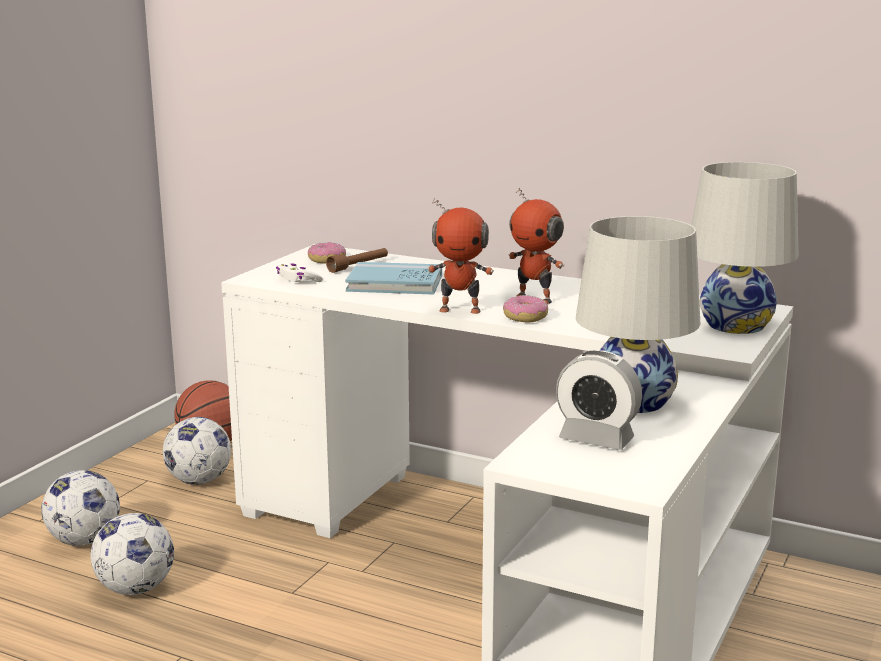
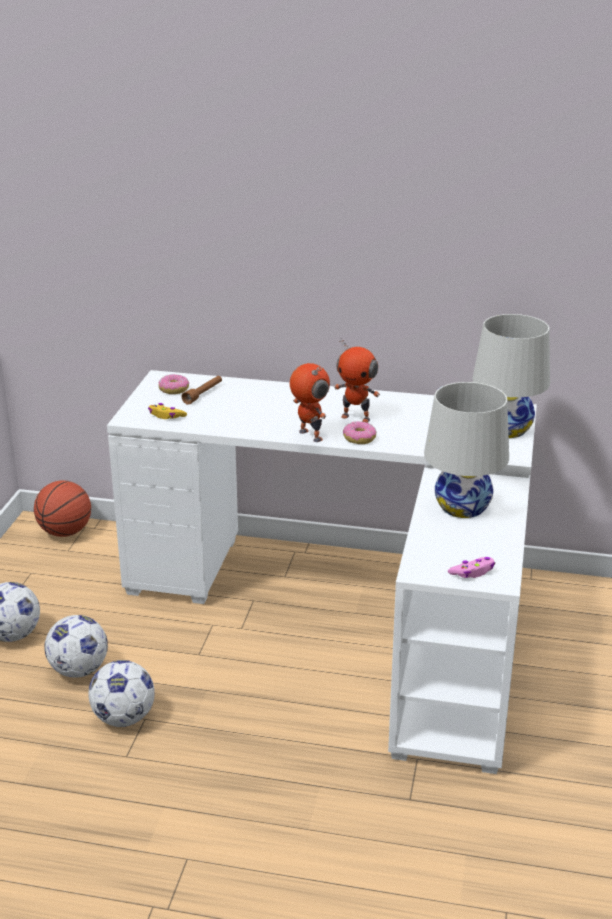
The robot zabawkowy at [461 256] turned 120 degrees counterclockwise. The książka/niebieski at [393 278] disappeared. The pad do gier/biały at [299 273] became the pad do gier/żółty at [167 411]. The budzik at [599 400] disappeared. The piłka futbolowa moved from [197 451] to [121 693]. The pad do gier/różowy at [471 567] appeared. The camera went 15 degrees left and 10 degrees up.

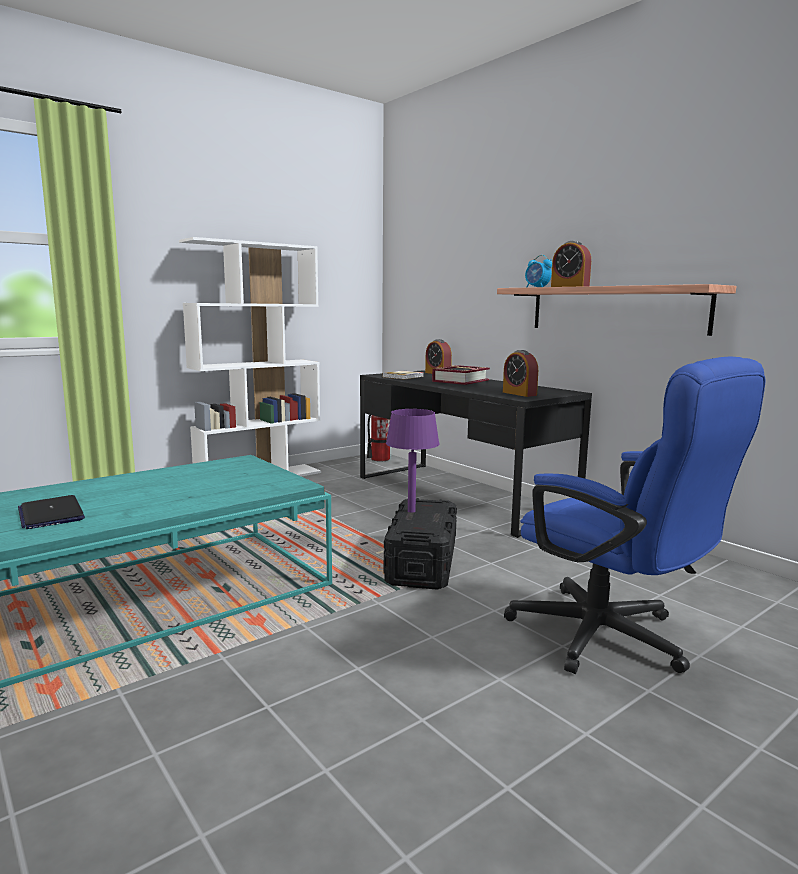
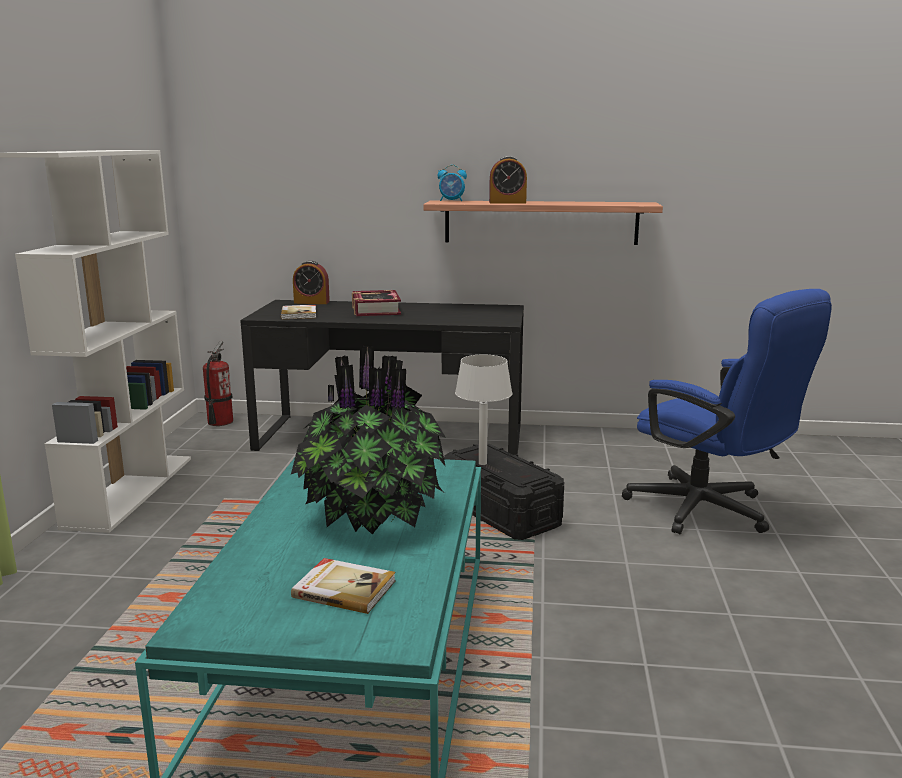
The budzik at [520 373] disappeared. The krzesło biurowe/niebieski at [634 515] turned 45 degrees clockwise. The lampa stołowa/fioletowy at [413 460] became the lampa stołowa/biały at [484 410]. The laptop at [51 512] was replaced by the książka at [343 586]. The roślina doniczkowa at [368 439] appeared. The camera went 45 degrees left and 5 degrees up.

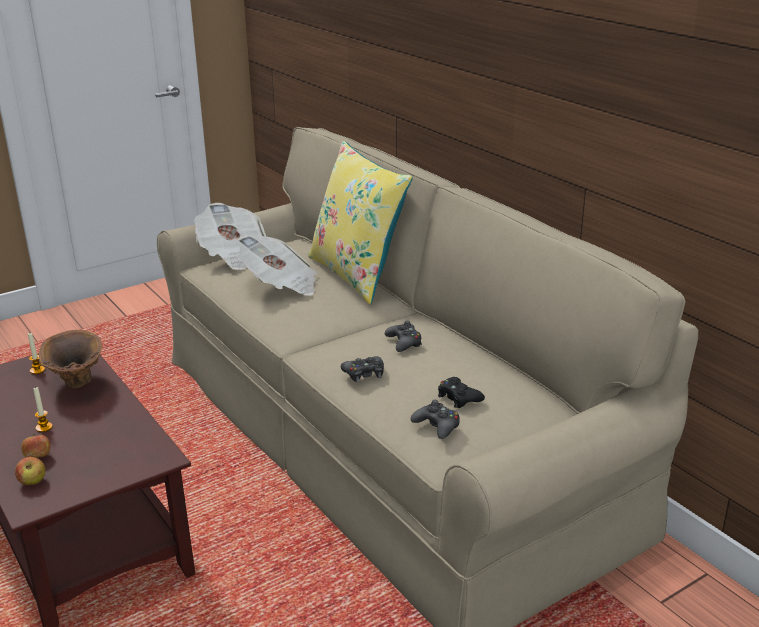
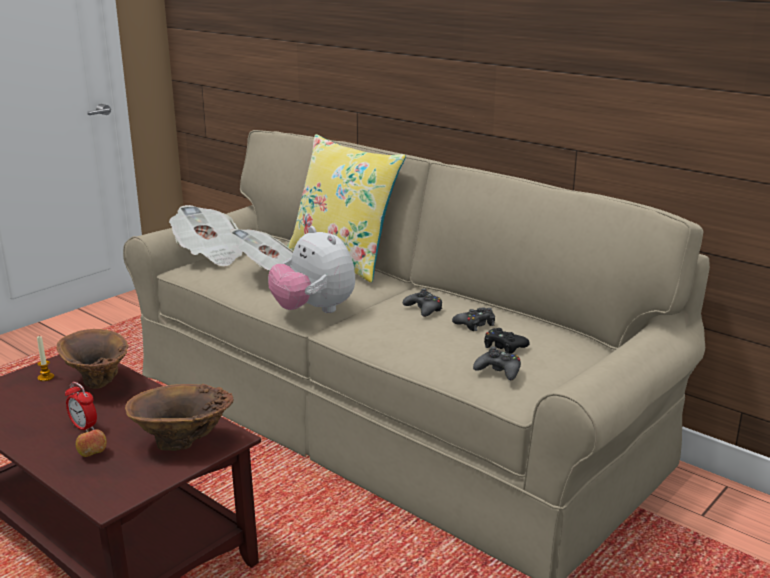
The pad do gier/czarny moved from [362 369] to [473 319]. The świeca at [43 409] was replaced by the budzik at [81 407]. The jabłko at [30 471] disappeared. The pluszak at [311 269] appeared. The wazon/brązowy at [179 417] appeared. The camera went 15 degrees left and 5 degrees down.

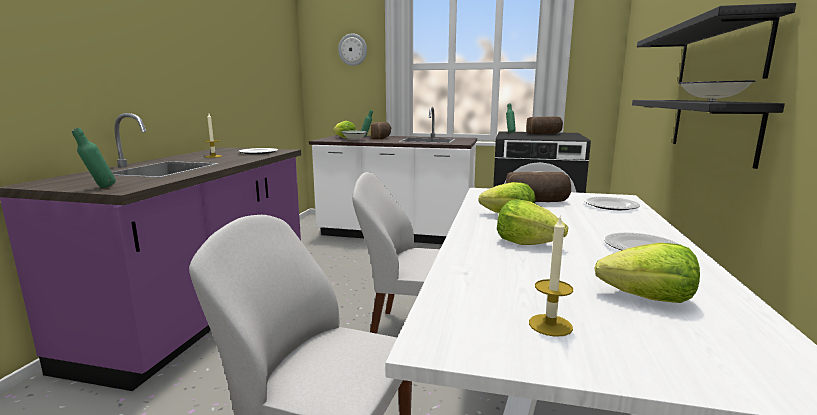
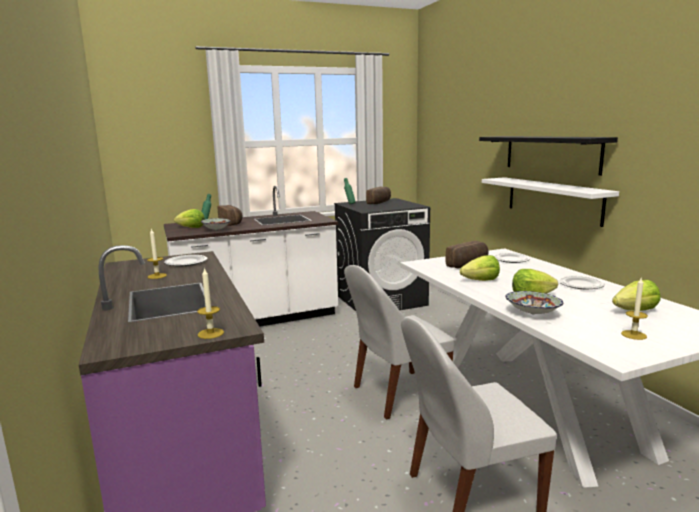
The zegar ścienny at [352 49] disappeared. The miska moved from [716 90] to [534 302]. The półka/czarny at [708 134] became the półka/biały at [550 202]. The butelka/zielony at [94 158] was replaced by the świeca at [210 303]. The camera went 35 degrees left and 0 degrees up.

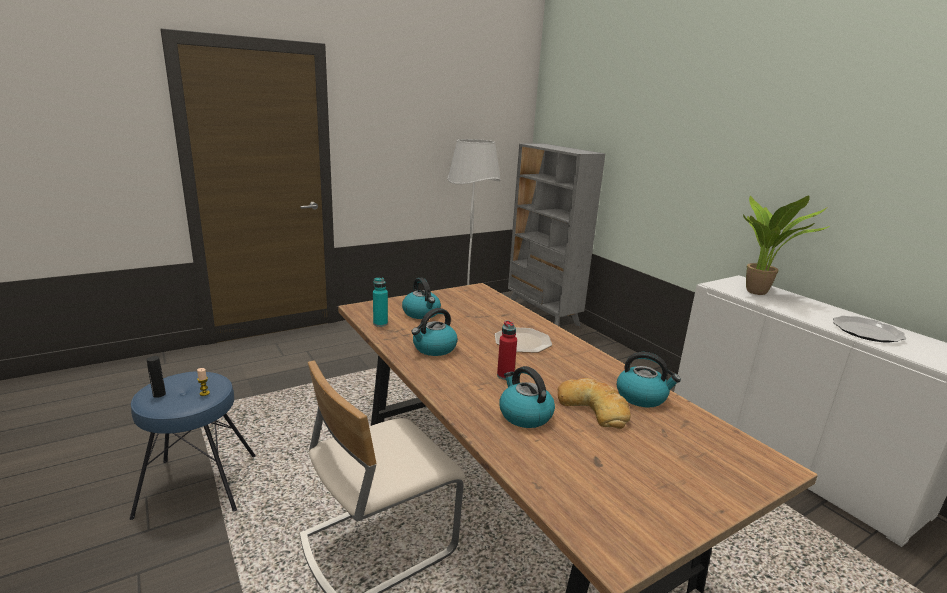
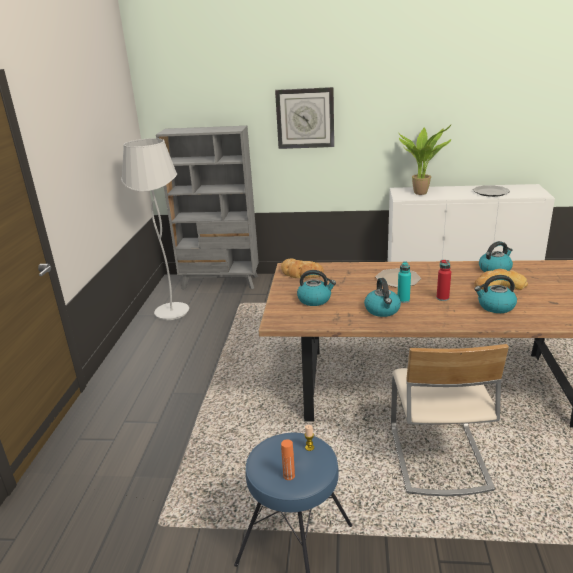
The butelka/turkusowy moved from [380 302] to [404 282]. The butelka/czarny at [156 377] became the butelka/pomarańczowy at [288 459]. The zegar ścienny at [304 118] appeared. The chleb at [302 268] appeared. The camera went 50 degrees left and 5 degrees up.

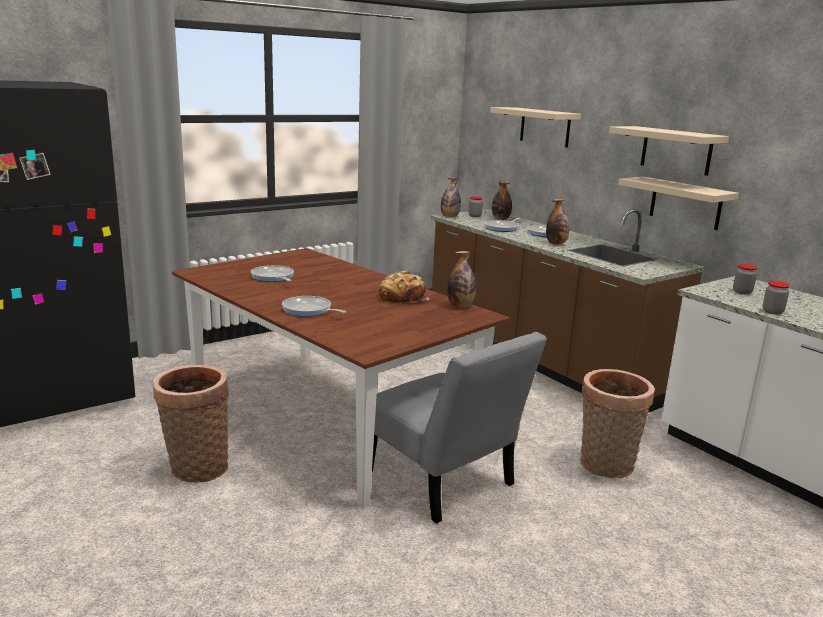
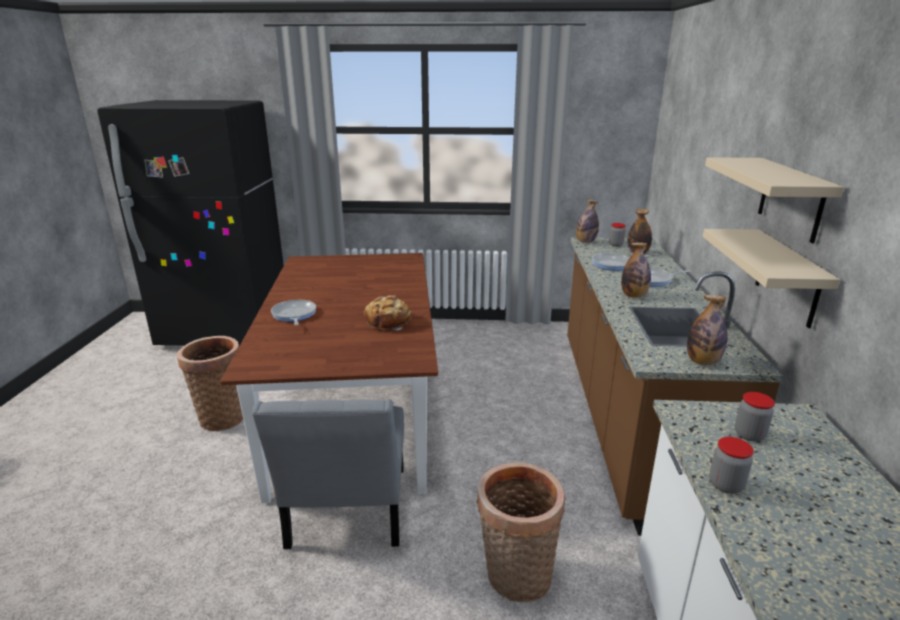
The półka/beżowy at [535 127] disappeared. The butelka moved from [461 279] to [707 330]. The patelnia at [272 273] disappeared. The camera went 40 degrees right and 5 degrees up.

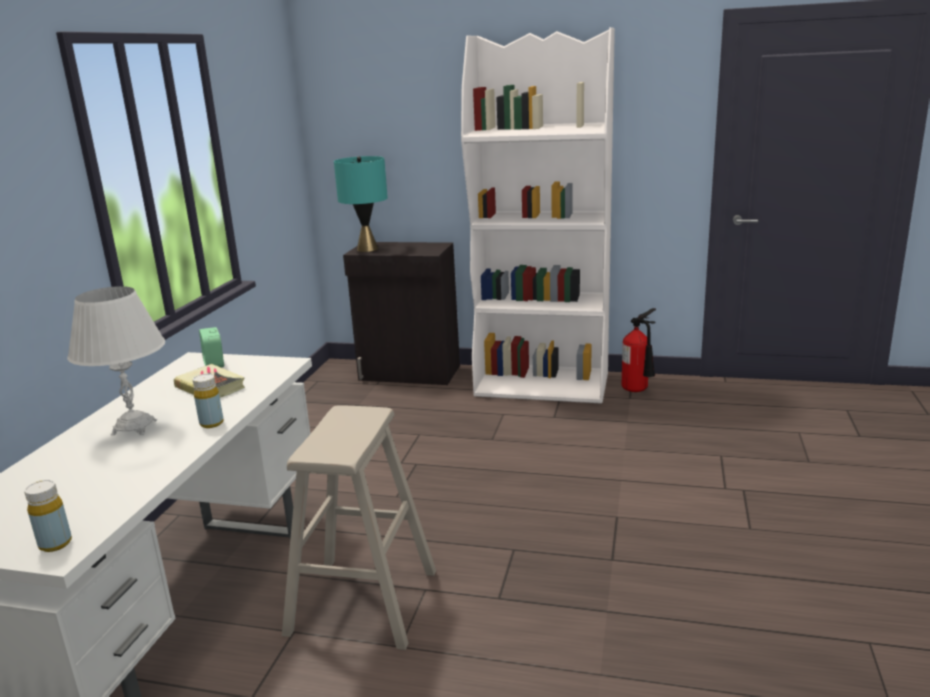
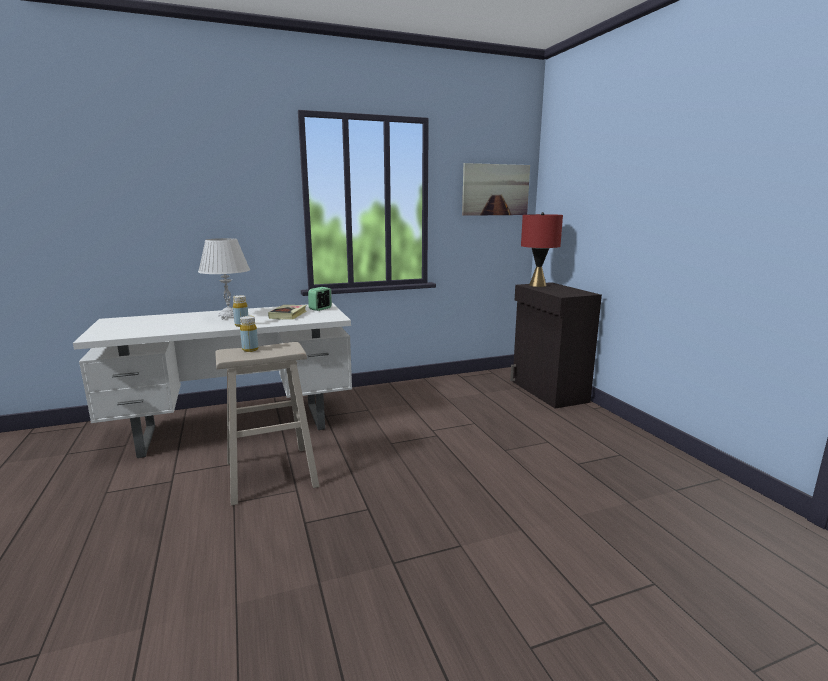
The regał/biały at [538 215] disappeared. The lampa stołowa/turkusowy at [361 204] became the lampa stołowa/czerwony at [542 249]. The gaśnica at [639 350] disappeared. The butelka/żółty moved from [48 516] to [249 334]. The obraz at [496 189] appeared. The camera went 55 degrees right and 5 degrees down.

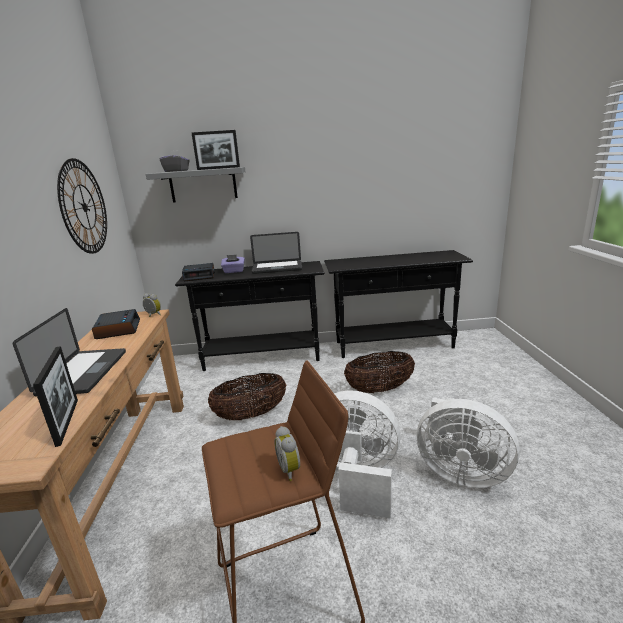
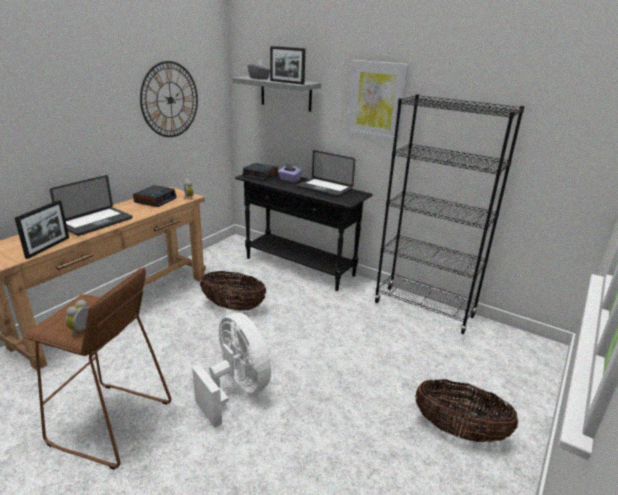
The stolik konsolowy/czarny at [398 304] was replaced by the regał/czarny at [449 214]. The koszyk moved from [379 372] to [467 410]. The wentylator/biały at [468 443] disappeared. The obraz at [378 100] appeared. The camera went 35 degrees right and 5 degrees up.

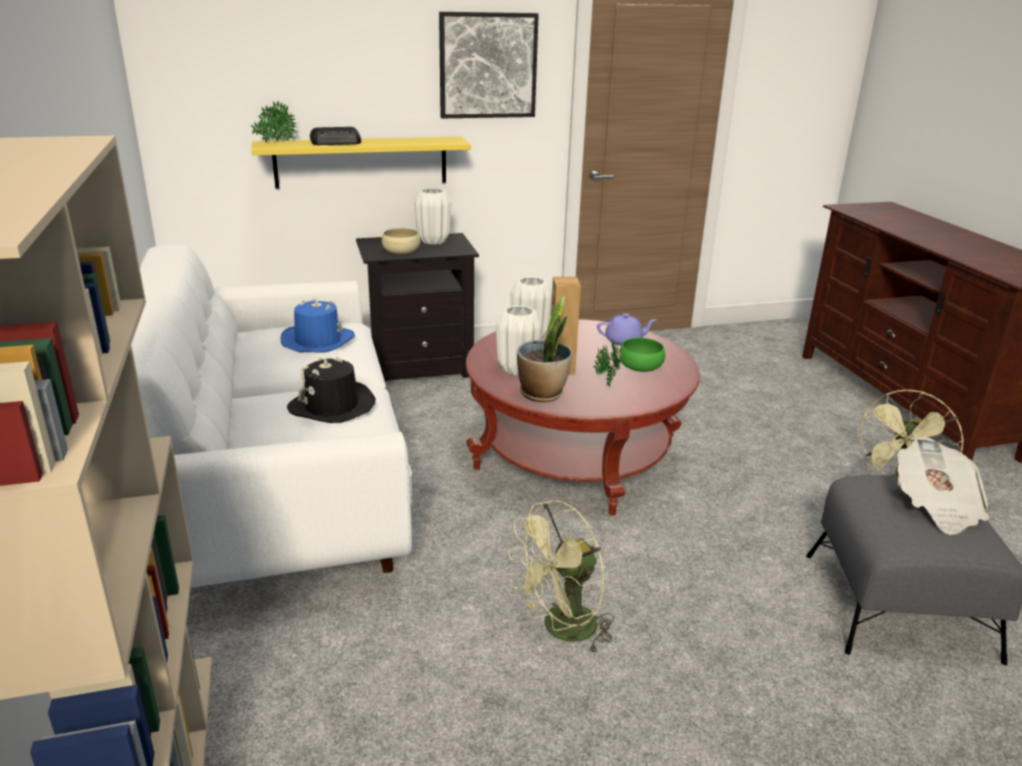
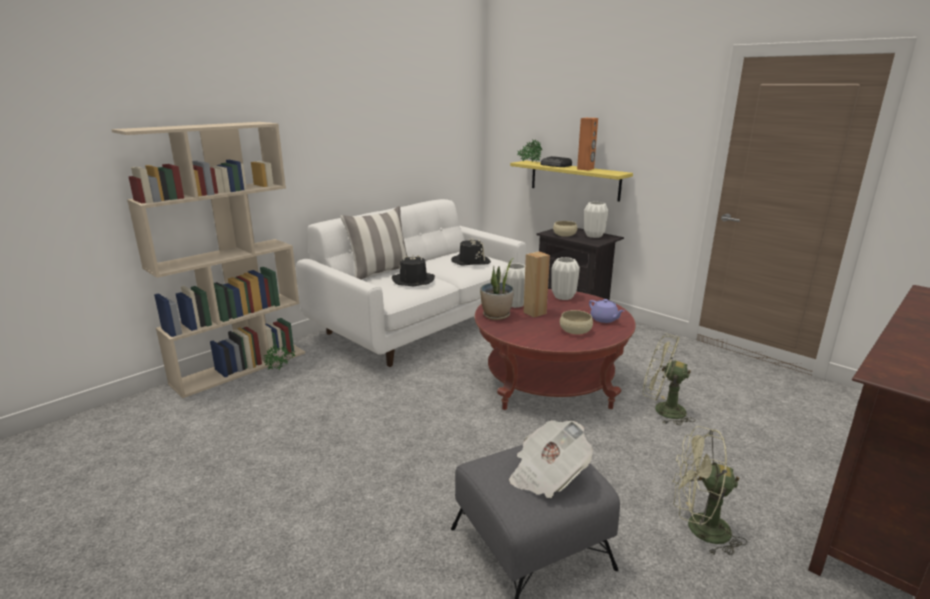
The obraz at [489 65] disappeared. The kapelusz/niebieski at [318 325] became the kapelusz/czarny at [471 252]. The miska/zielony at [642 355] became the miska/beżowy at [576 322]. The roślina doniczkowa moved from [607 363] to [279 357]. The wentylator/zielony moved from [561 577] to [669 379]. The głośnik/pomarańczowy at [587 144] appeared. The poduszka at [373 242] appeared. The camera went 60 degrees right and 5 degrees down.

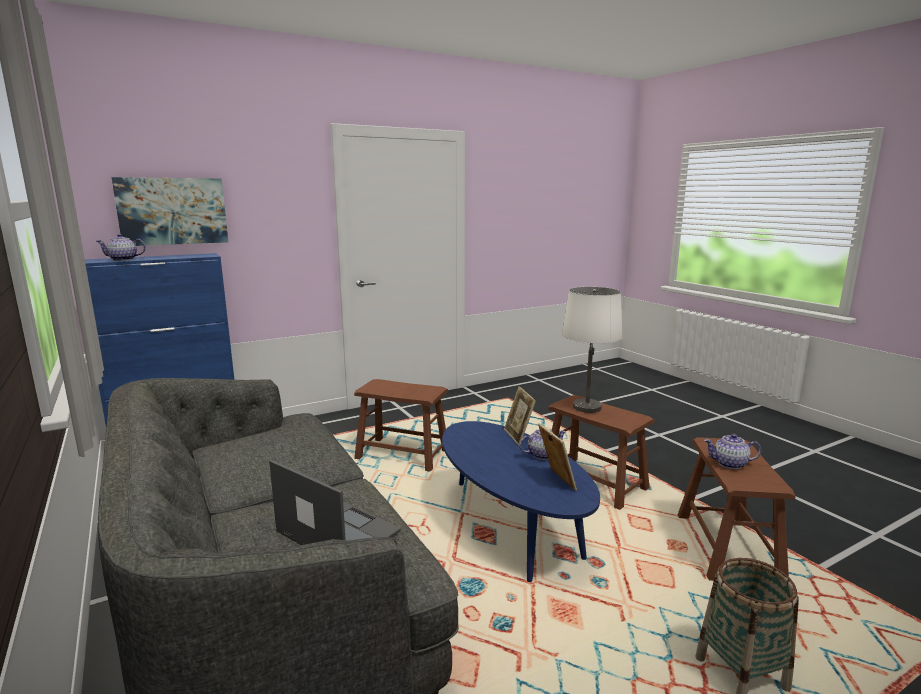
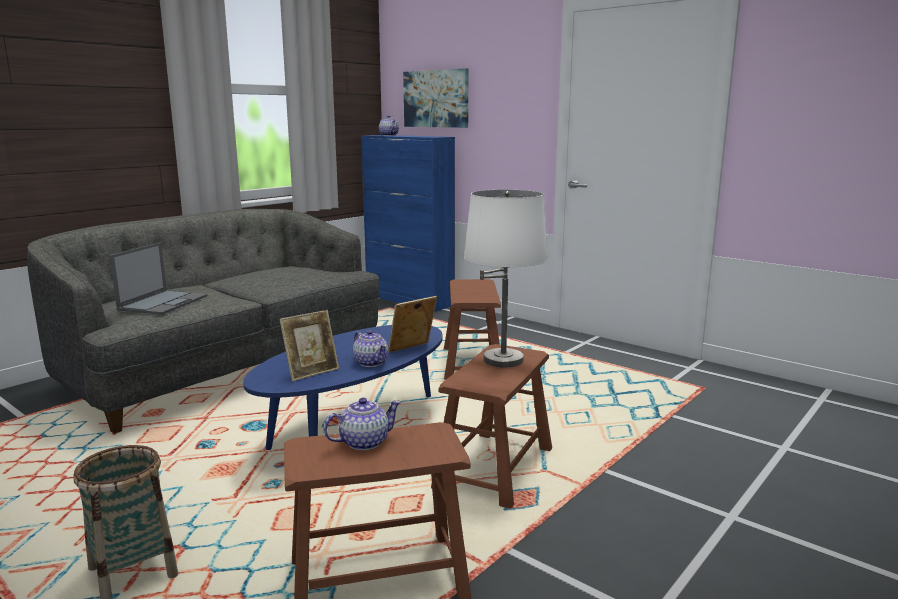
The imbryk at [732 451] turned 75 degrees clockwise. The camera went 70 degrees right and 0 degrees up.

